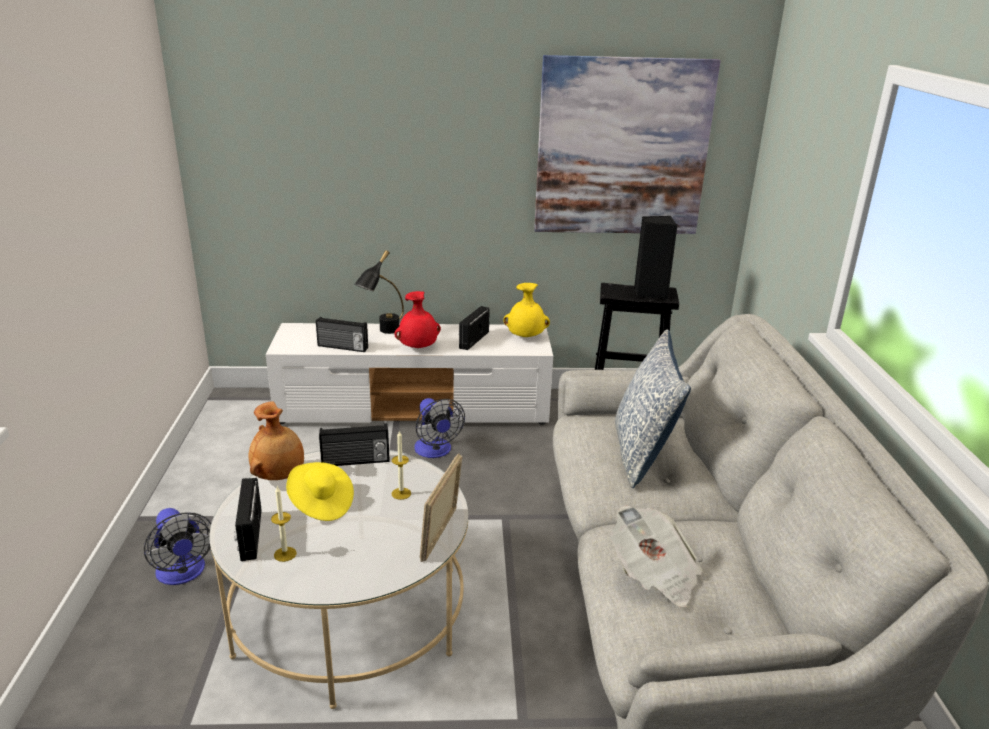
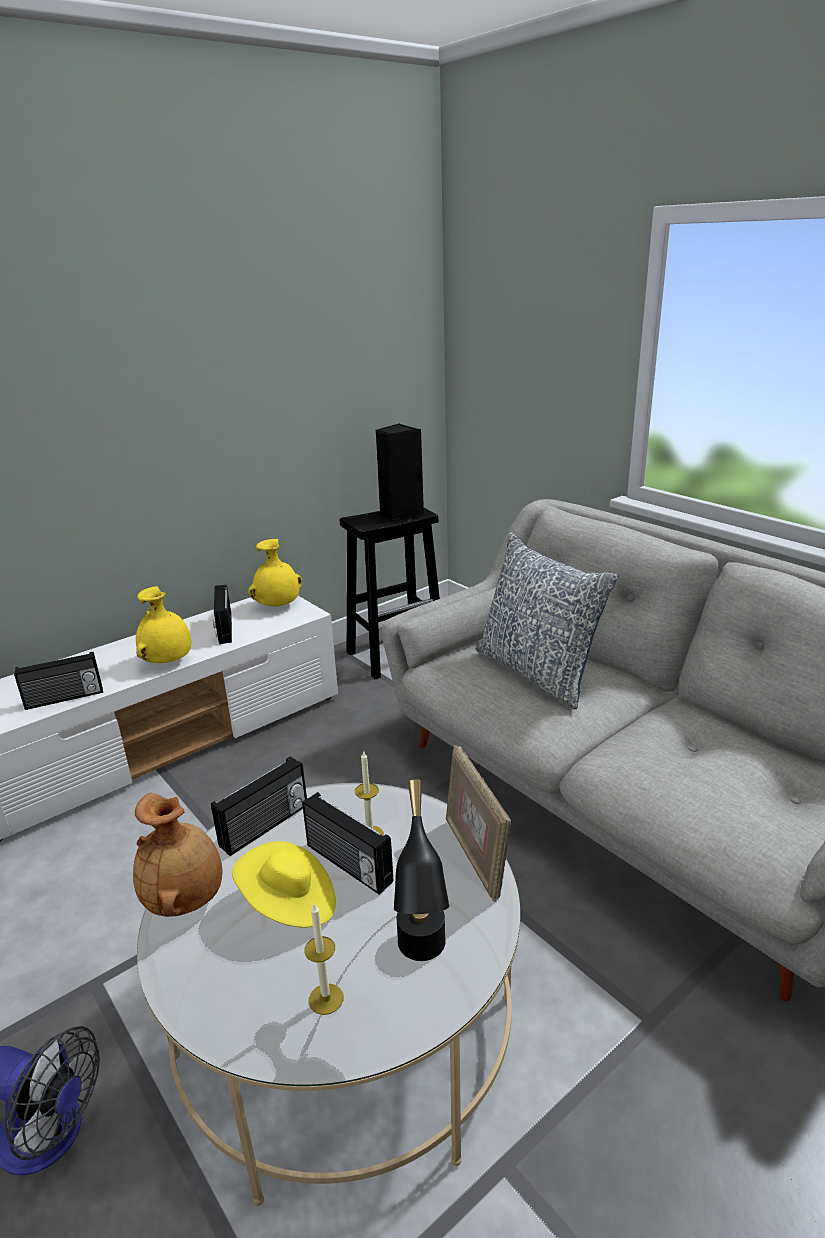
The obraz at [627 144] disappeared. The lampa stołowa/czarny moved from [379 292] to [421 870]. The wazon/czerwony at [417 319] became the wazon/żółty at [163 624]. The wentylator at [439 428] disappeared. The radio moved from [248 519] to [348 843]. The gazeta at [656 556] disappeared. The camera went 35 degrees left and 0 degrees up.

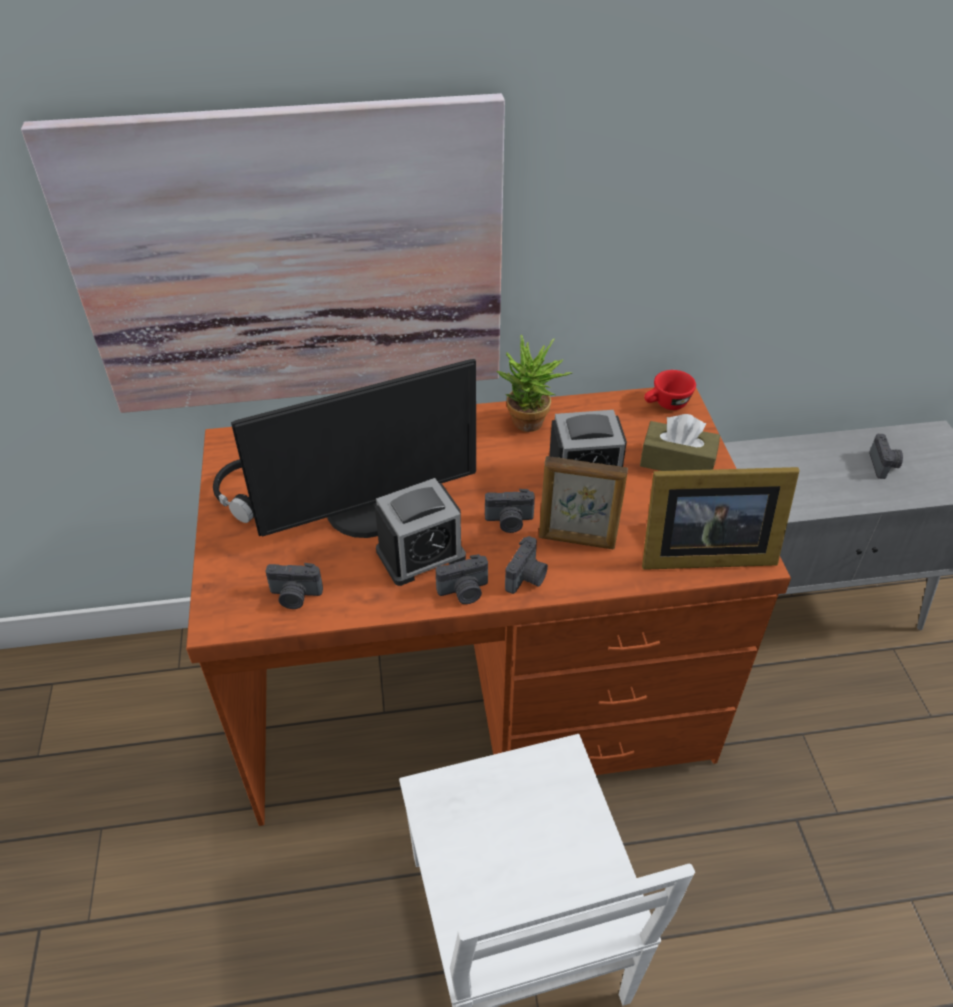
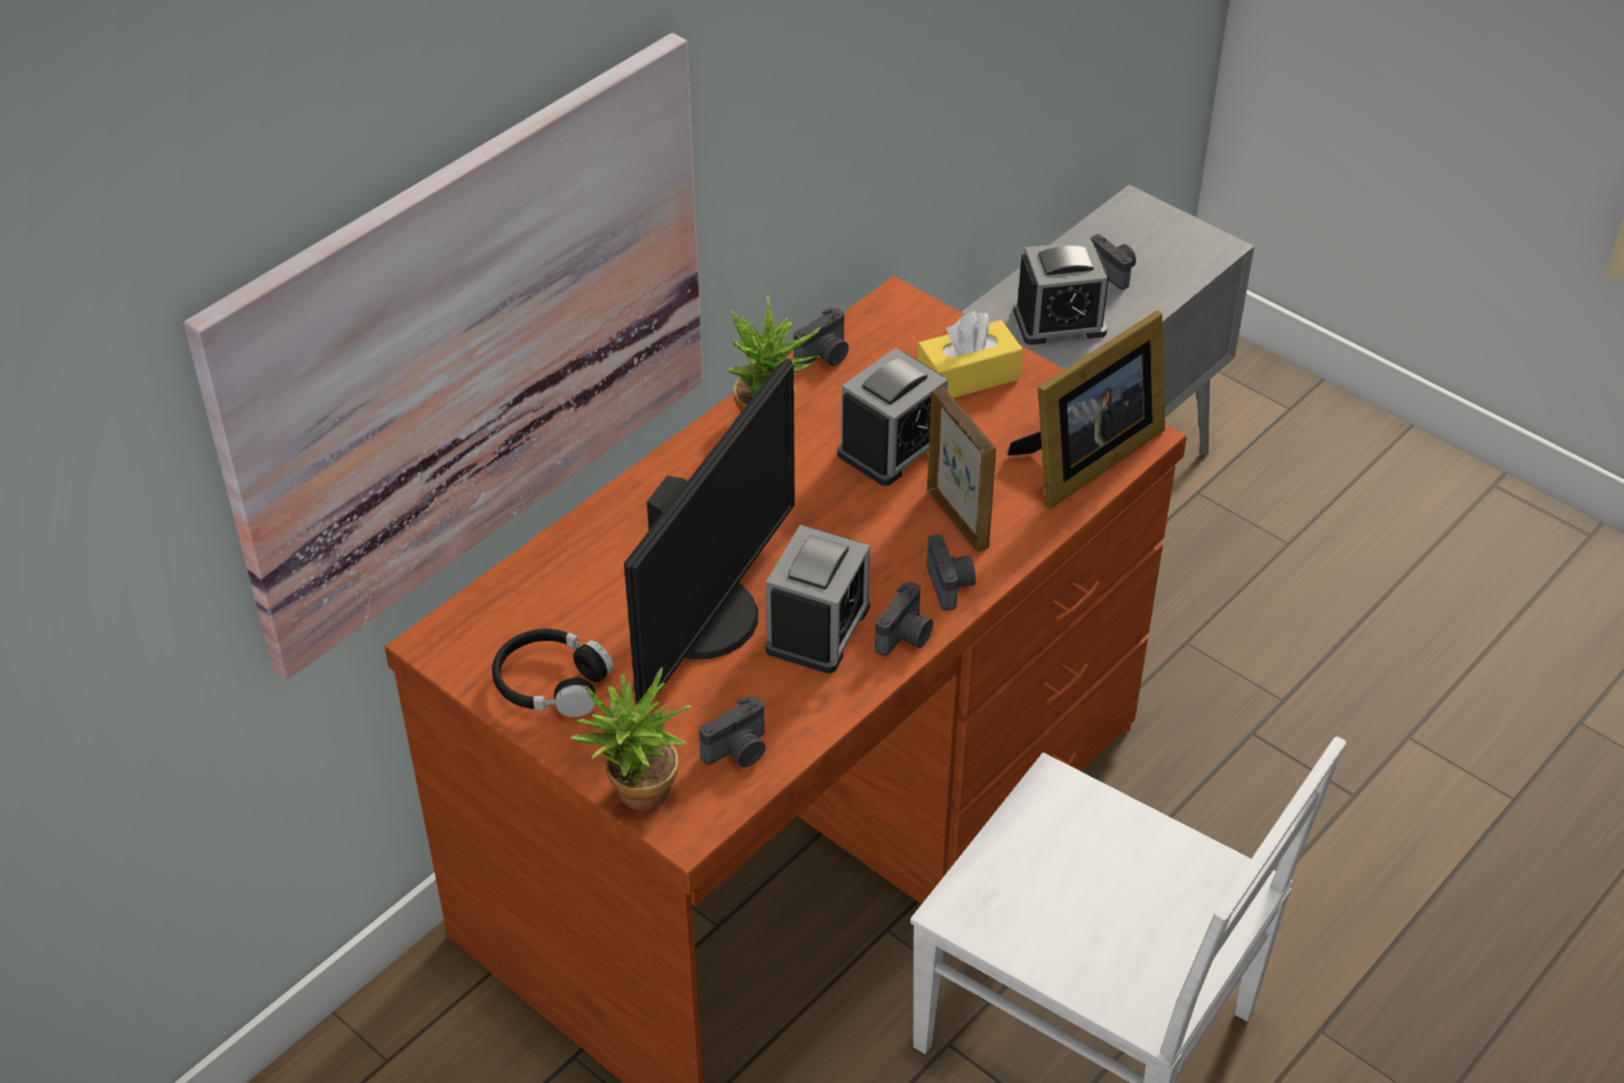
The filiżanka/czerwony at [670 390] disappeared. The pudełko chusteczek/brązowy at [680 442] became the pudełko chusteczek/żółty at [970 354]. The ramka na zdjęcie at [583 502] turned 90 degrees counterclockwise. The aparat fotograficzny moved from [510 511] to [821 337]. The budzik at [1061 292] appeared. The roślina doniczkowa at [631 739] appeared. The camera went 40 degrees left and 0 degrees up.

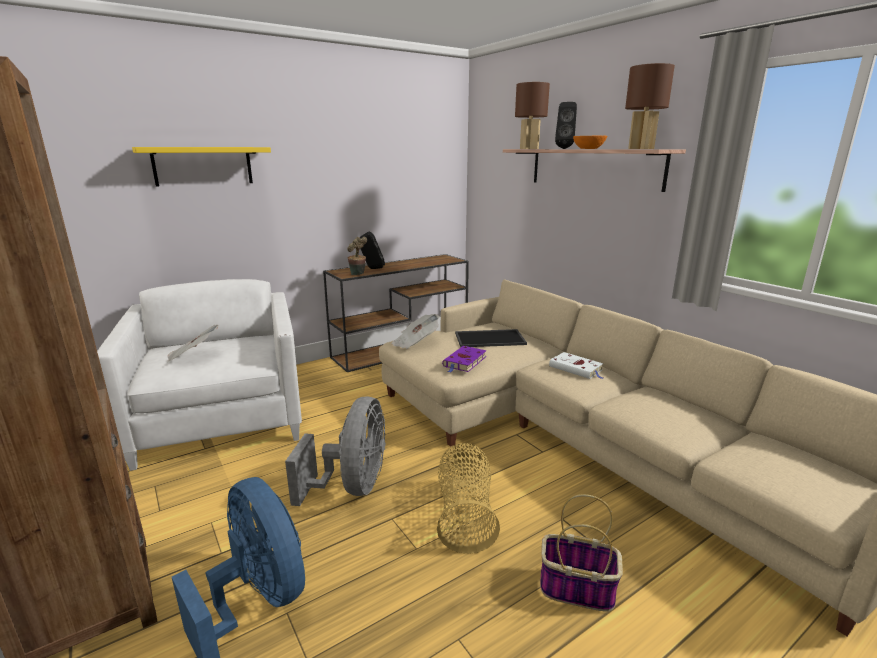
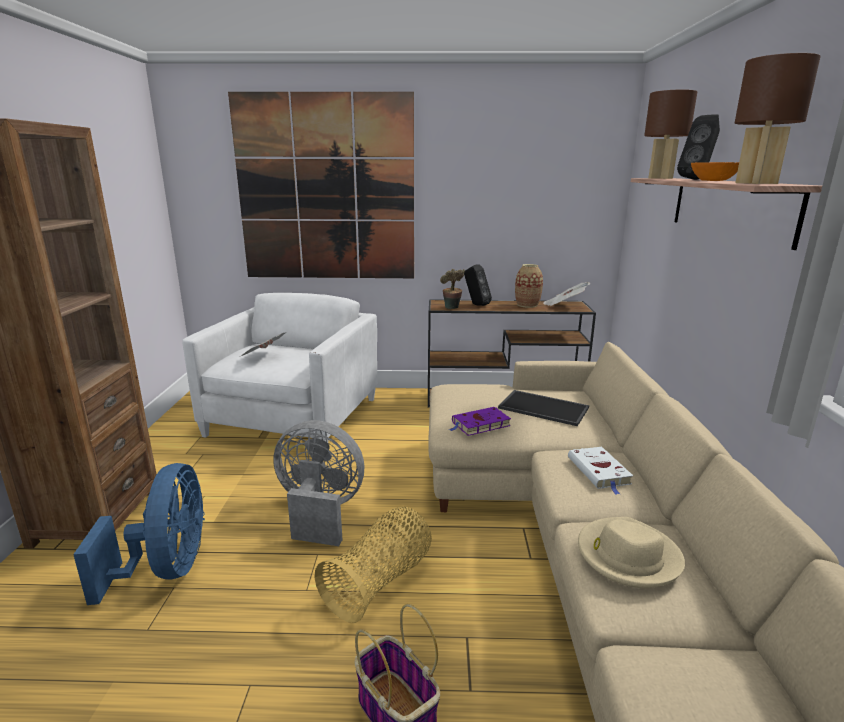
The półka/żółty at [201 167] was replaced by the obraz at [321 185]. The gazeta moved from [415 331] to [566 294]. The wentylator/szary at [335 451] turned 120 degrees counterclockwise. The wazon at [529 286] appeared. The kapelusz/beżowy at [631 552] appeared. The camera went 35 degrees right and 0 degrees up.

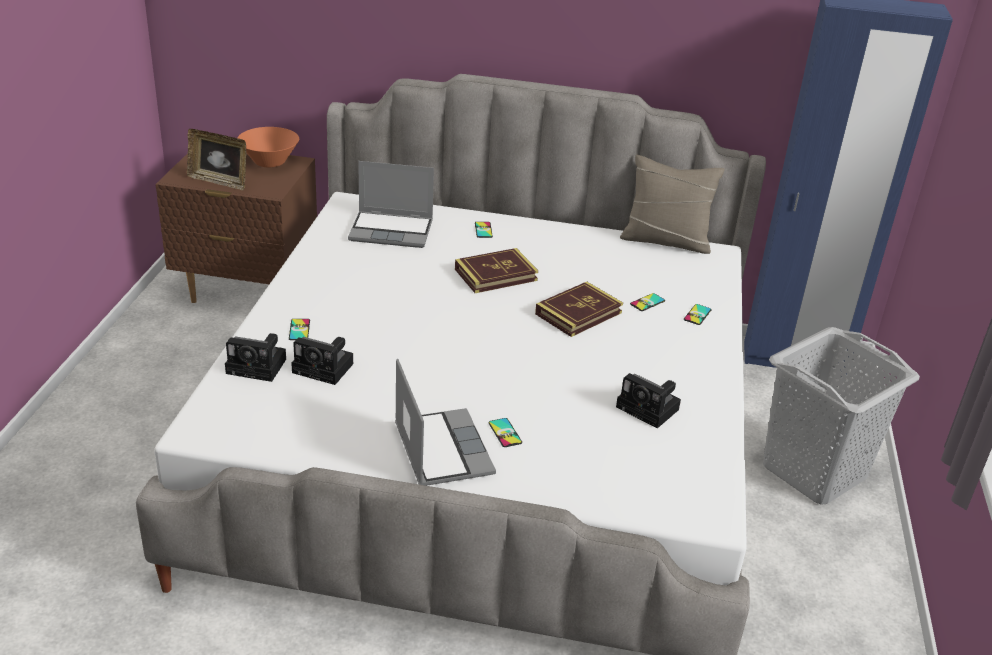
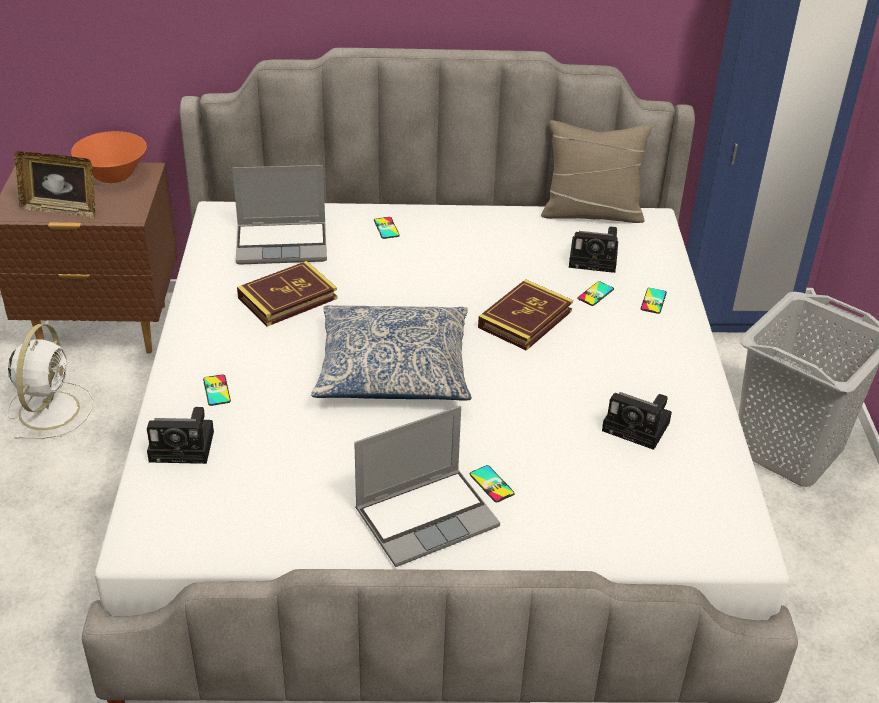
The książka moved from [496 270] to [287 294]. The aparat fotograficzny moved from [322 361] to [593 250]. The laptop at [445 422] turned 90 degrees clockwise. The poduszka at [391 353] appeared. The wentylator/biały at [50 381] appeared. The camera went 10 degrees left and 5 degrees up.

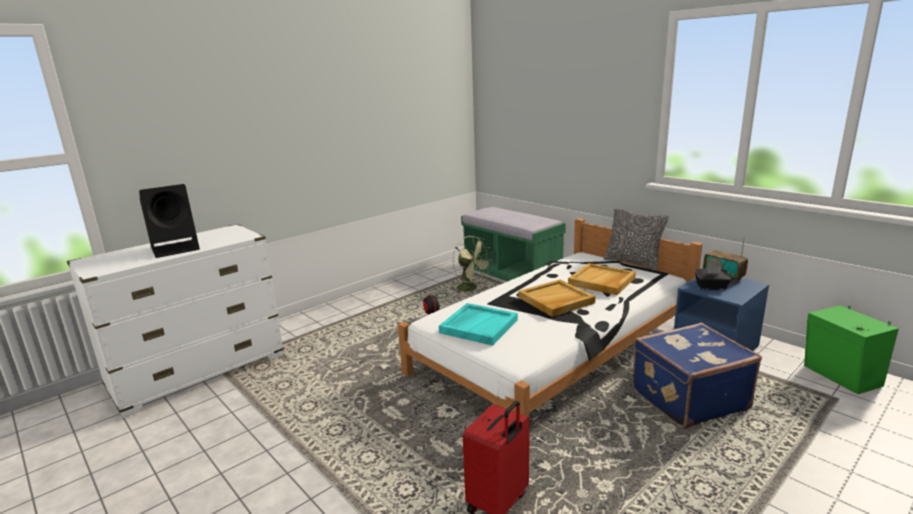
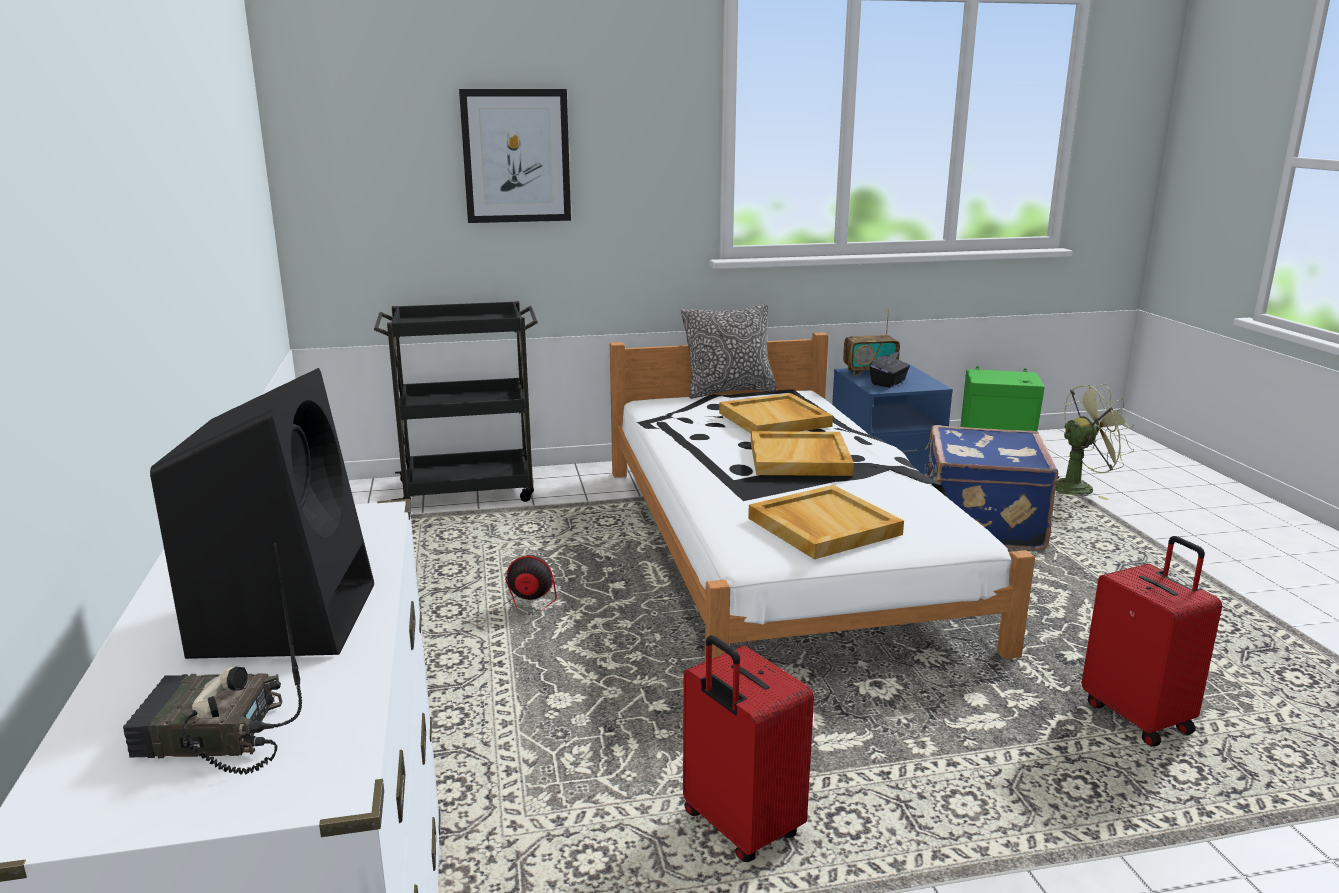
The ławka/zielony at [513 244] was replaced by the wózek/czarny at [456 401]. The wentylator/zielony moved from [472 265] to [1095 441]. The taca/turkusowy at [478 324] became the taca/beżowy at [826 522]. The obraz at [515 156] appeared. The radio at [212 658] appeared. The walizka/czerwony at [748 748] appeared. The camera went 60 degrees left and 0 degrees up.

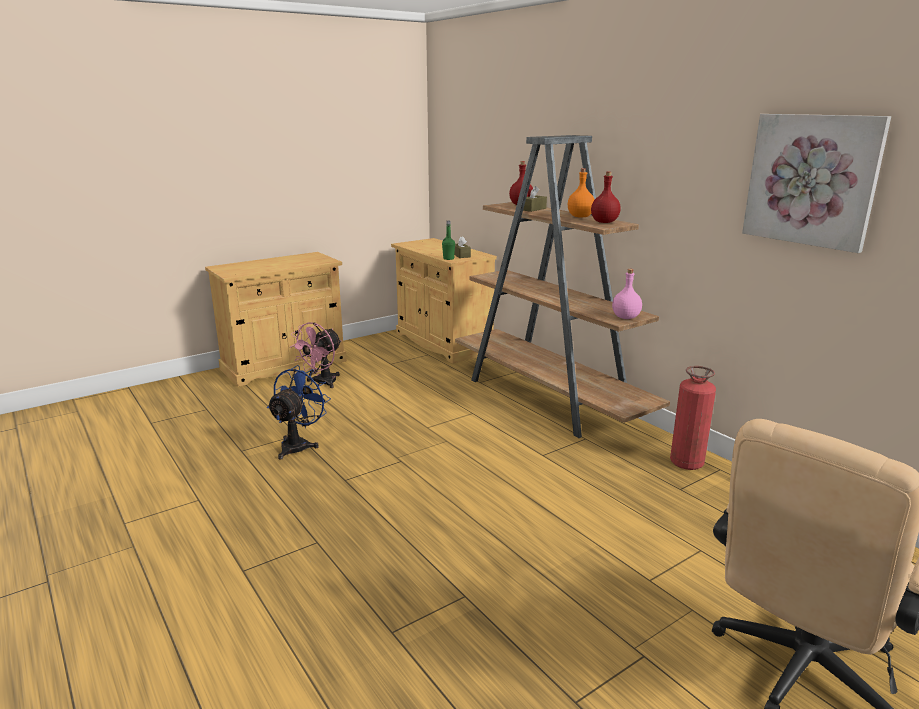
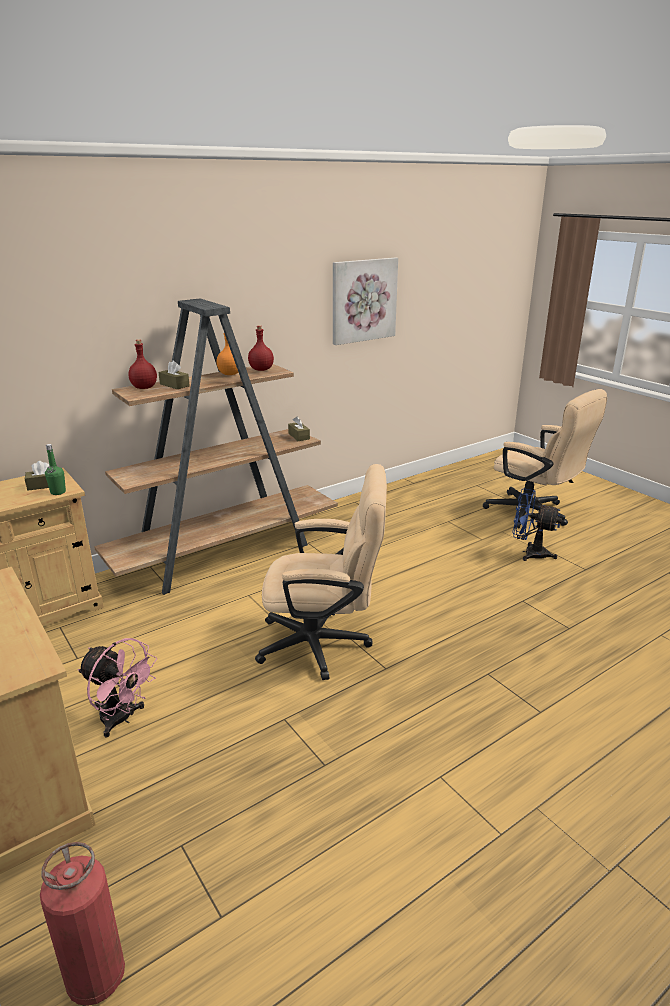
The butelka/różowy at [627 294] was replaced by the pudełko chusteczek/brązowy at [299 428]. The wentylator/niebieski moved from [299 412] to [537 524]. The gaśnica moved from [693 418] to [82 924]. The krzesło biurowe/beżowy at [321 572] appeared. The camera went 90 degrees left and 5 degrees up.

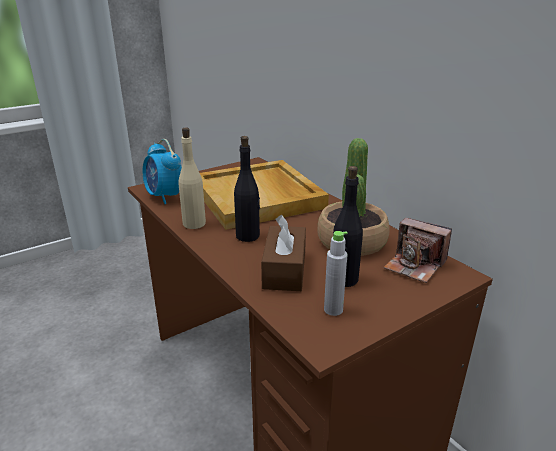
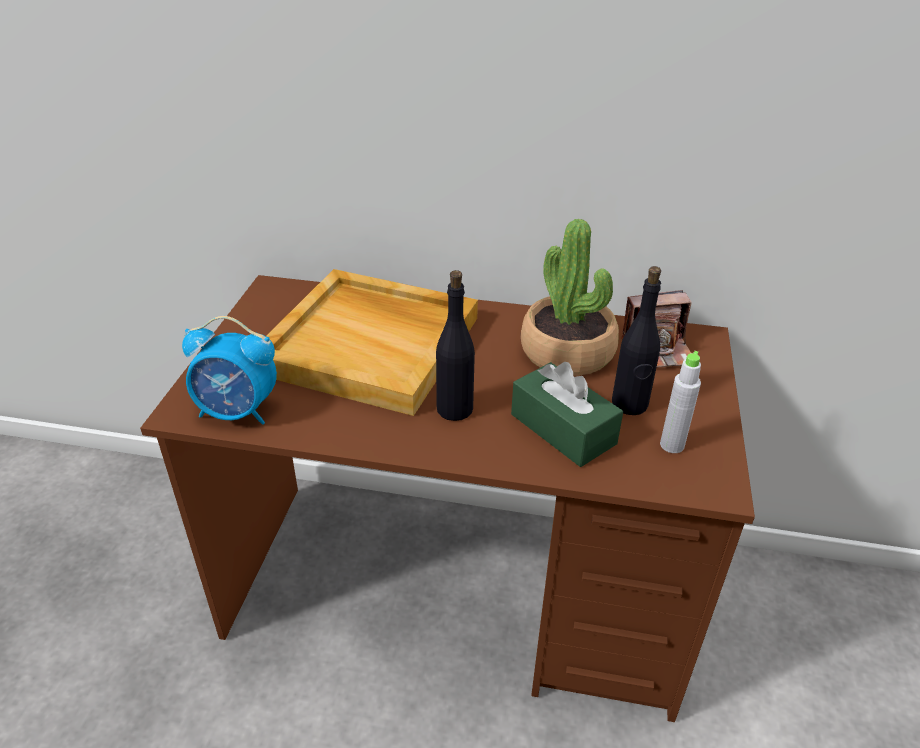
The butelka/beżowy at [192 178] disappeared. The pudełko chusteczek/brązowy at [283 253] became the pudełko chusteczek/zielony at [567 414]. The camera went 45 degrees left and 10 degrees up.

